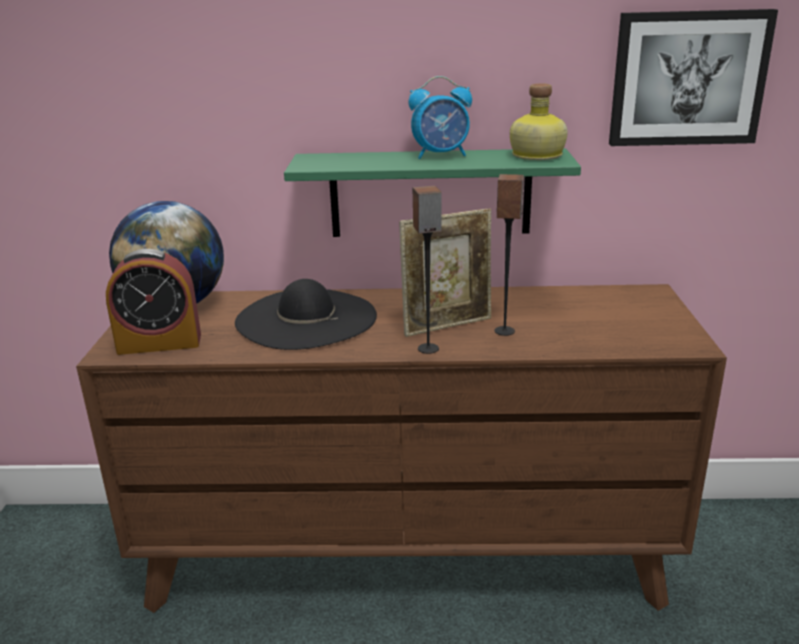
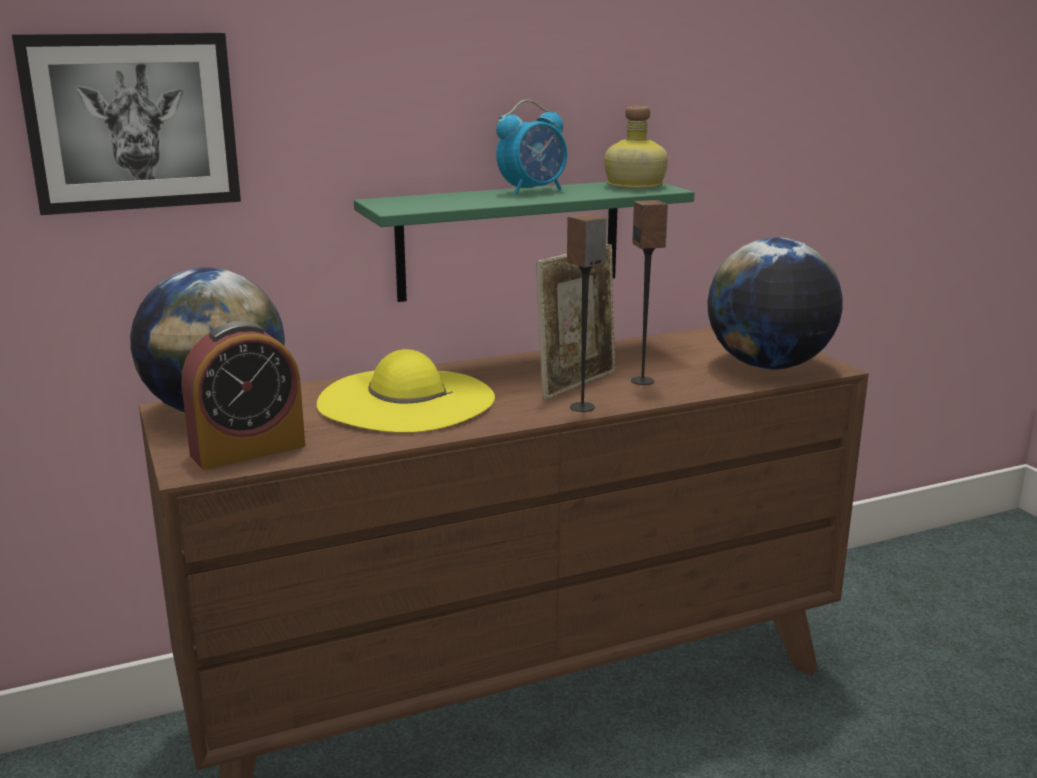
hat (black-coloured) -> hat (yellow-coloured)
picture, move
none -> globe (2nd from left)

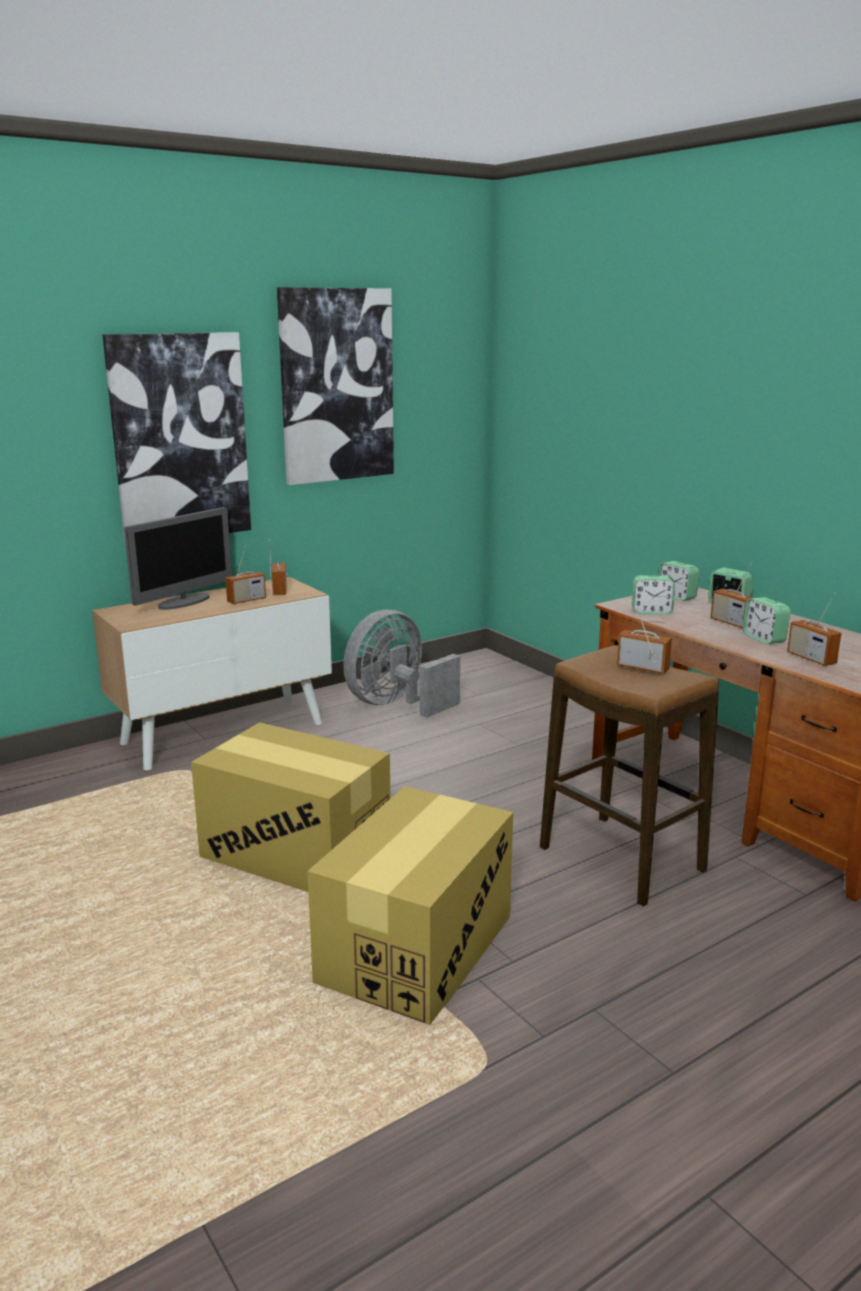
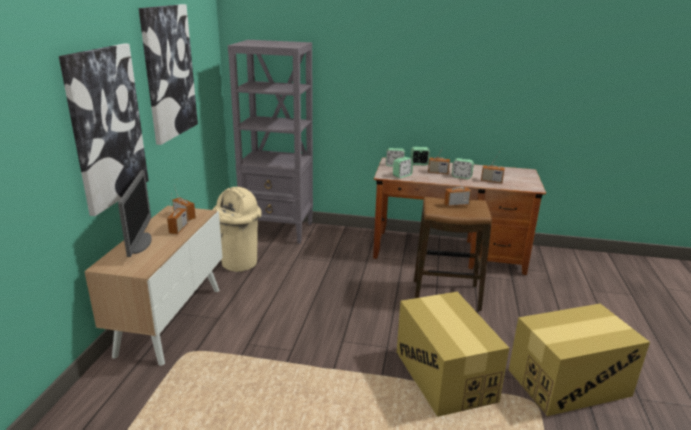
carton (1st from left in the first image) -> carton (2nd from left), move
fan (grey) -> rubbish bin (sand-coloured)
none -> shelving unit (grey)

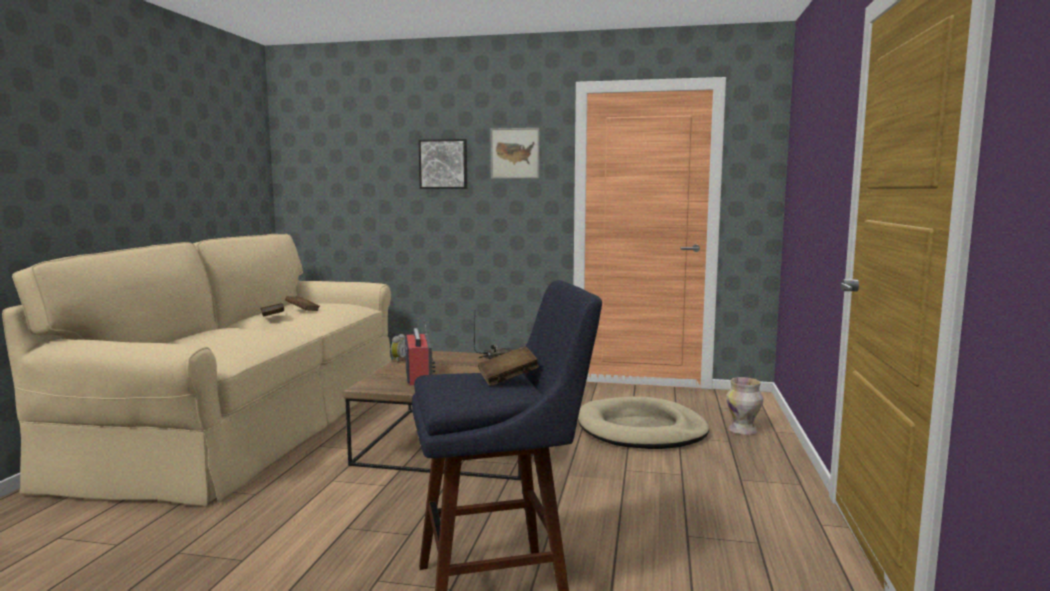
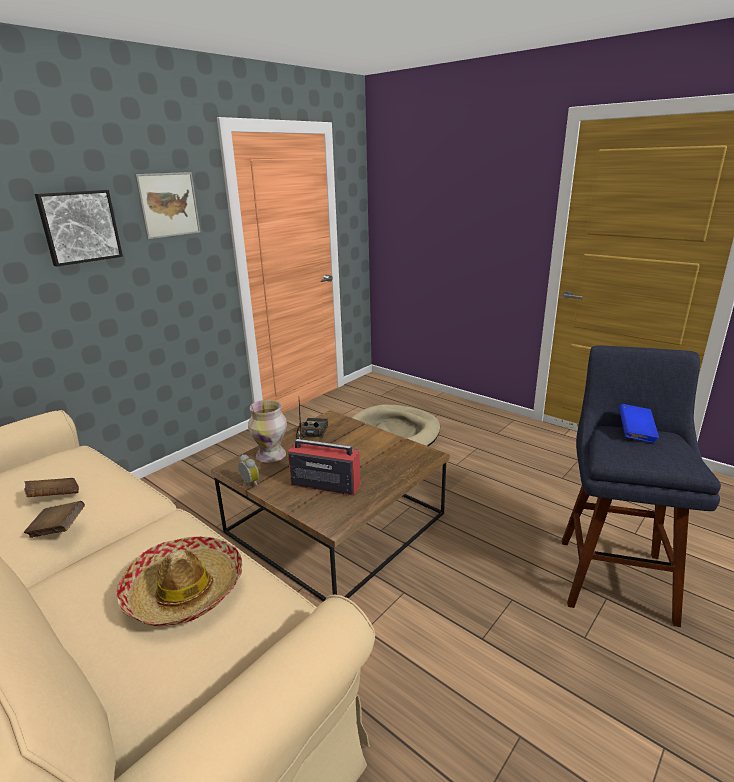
volume (brown) (3rd from left) -> volume (bluish)
flower vase, move
none -> hat

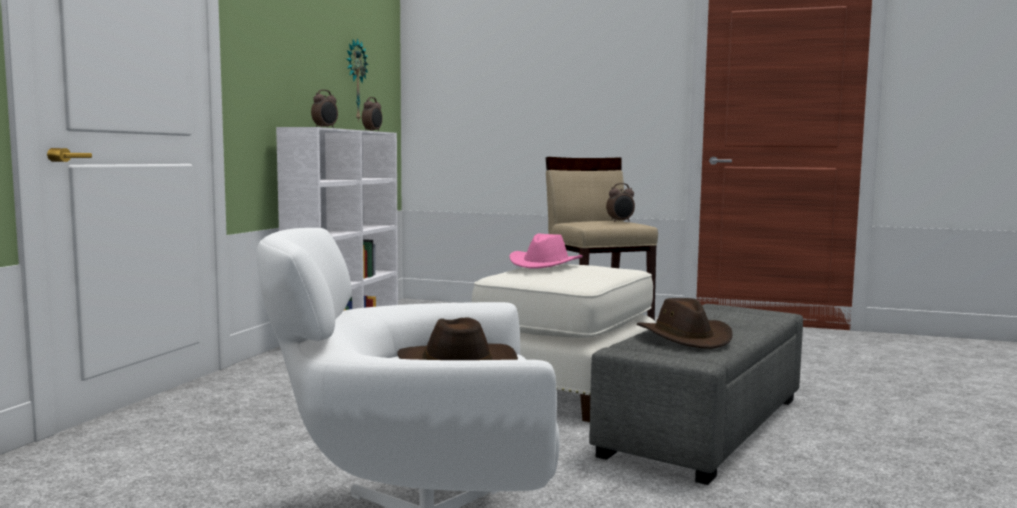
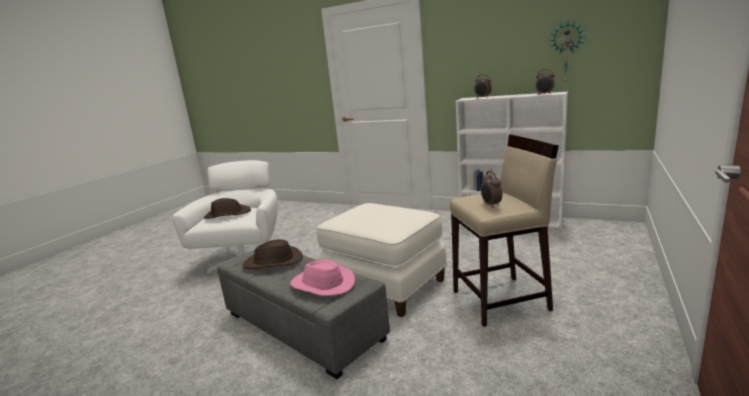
hat (pinkish), move

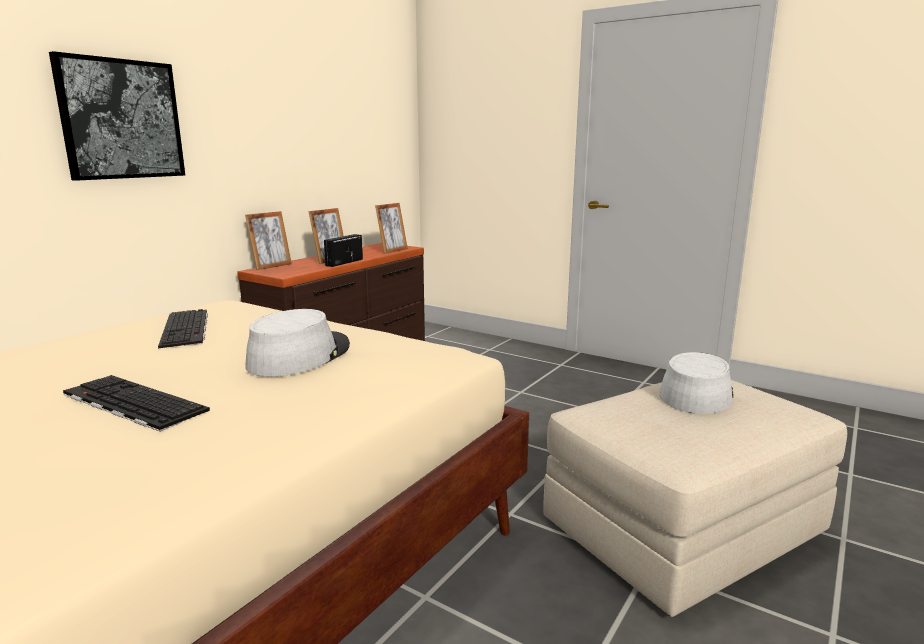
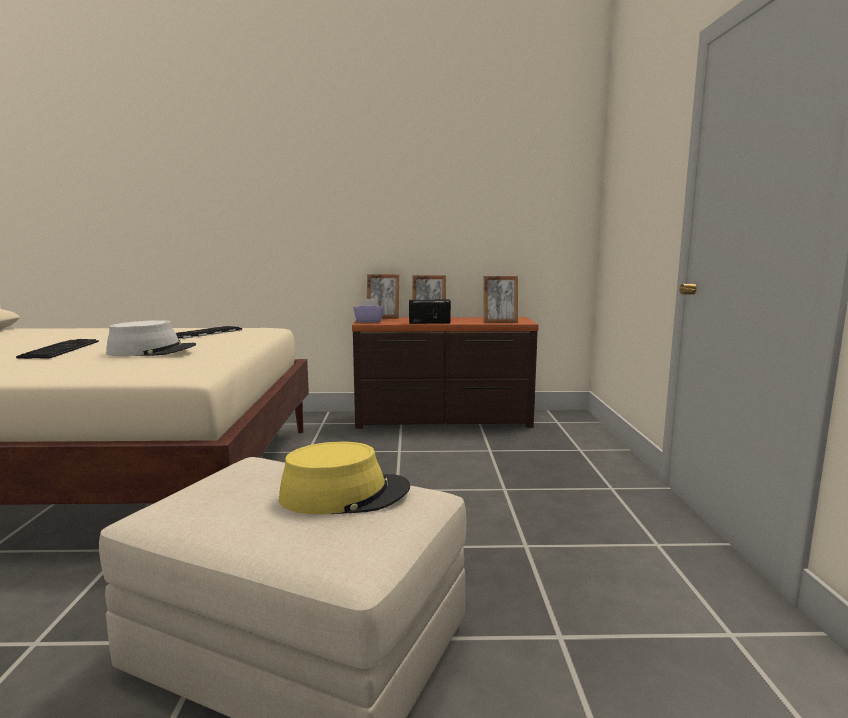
picture -> none
hat (grey) (2nd from left) -> hat (yellow-coloured)
none -> tissue box (purplish)

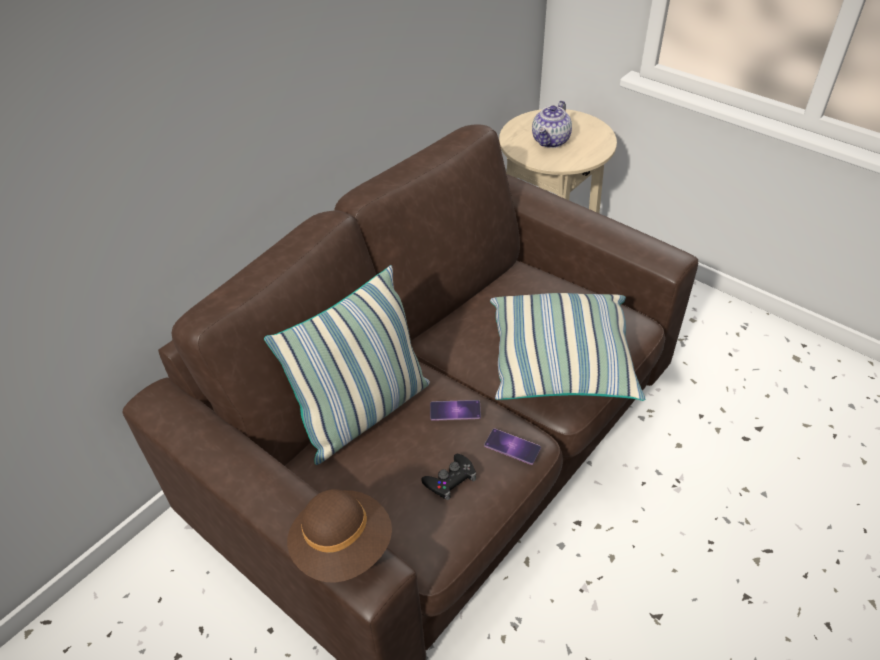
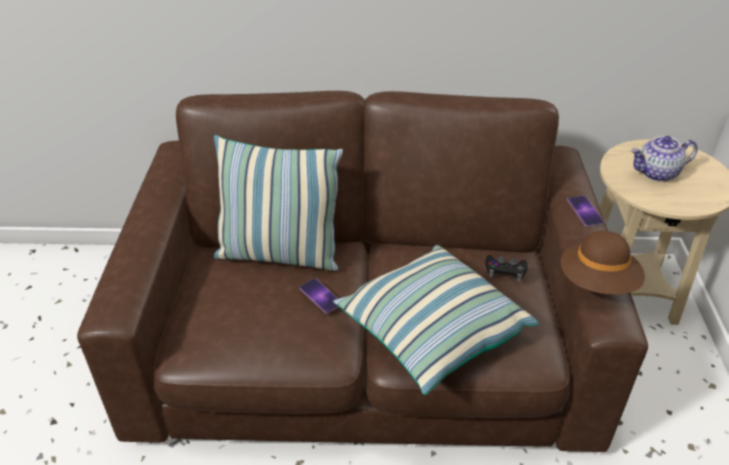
hat (brown), move
joypad (black-coloured), move
telephone (2nd from left), move

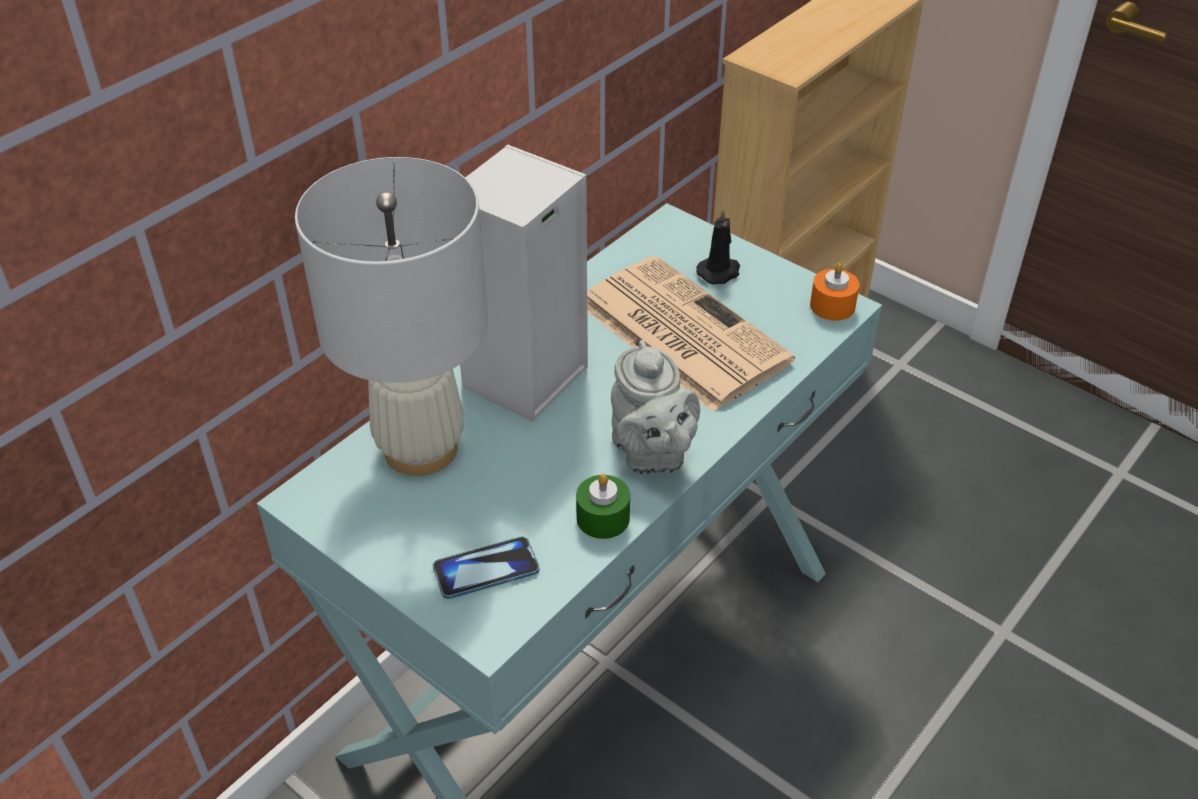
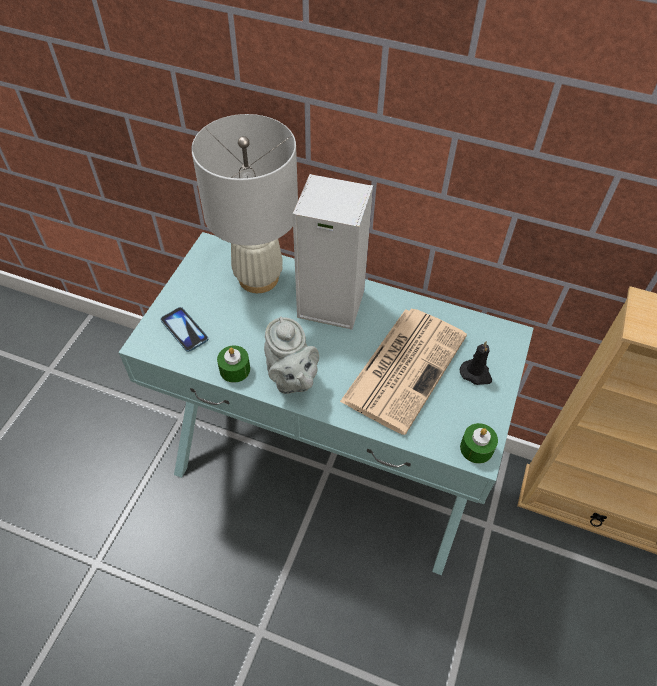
tea pot (grey), 75 degrees counterclockwise
wax light (orange-coloured) -> wax light (green) (2nd from left)

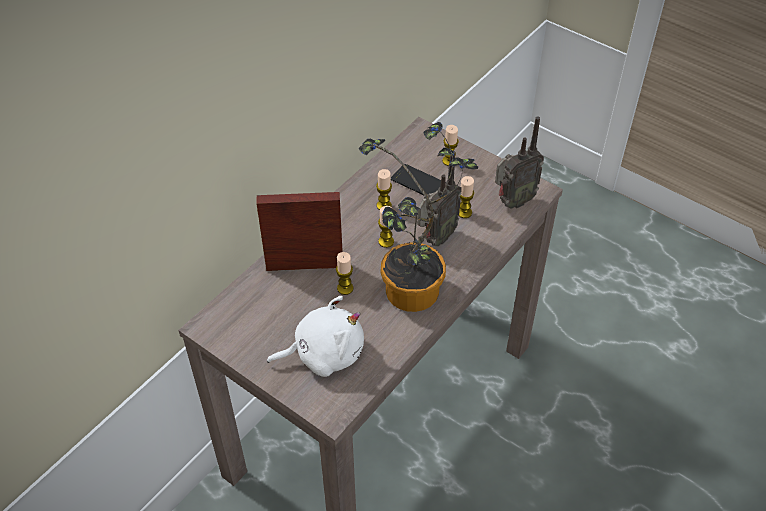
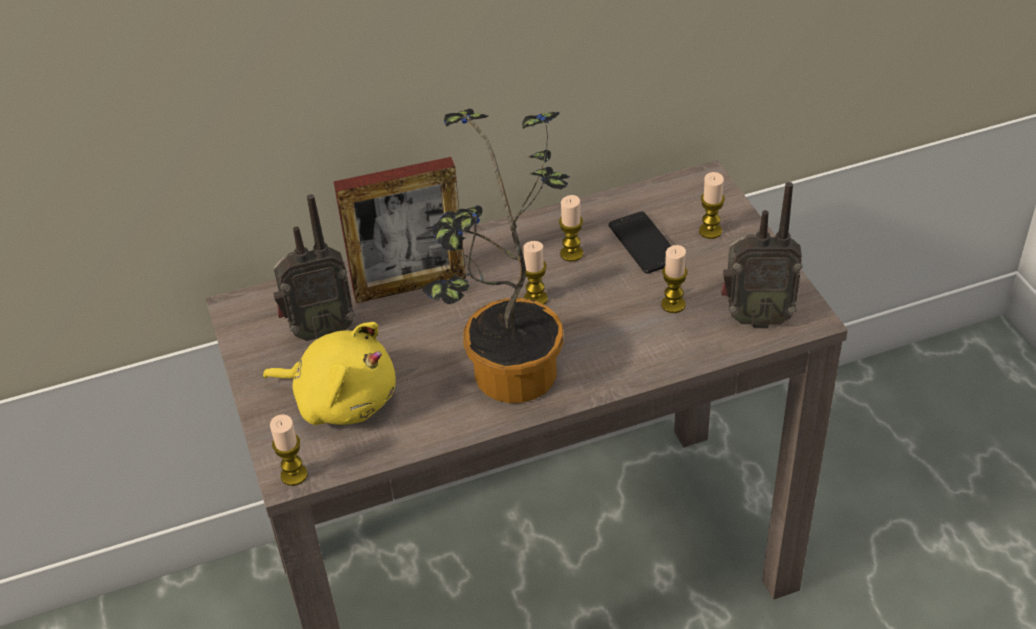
standing frame, 135 degrees clockwise
cuddly toy (whitish) -> cuddly toy (yellow-coloured)
wax light (1st from left), move
radio receiver (1st from left), move

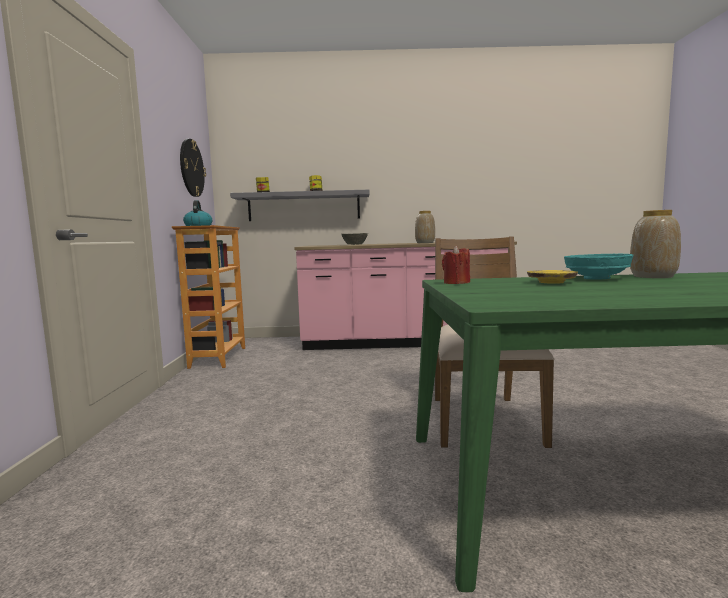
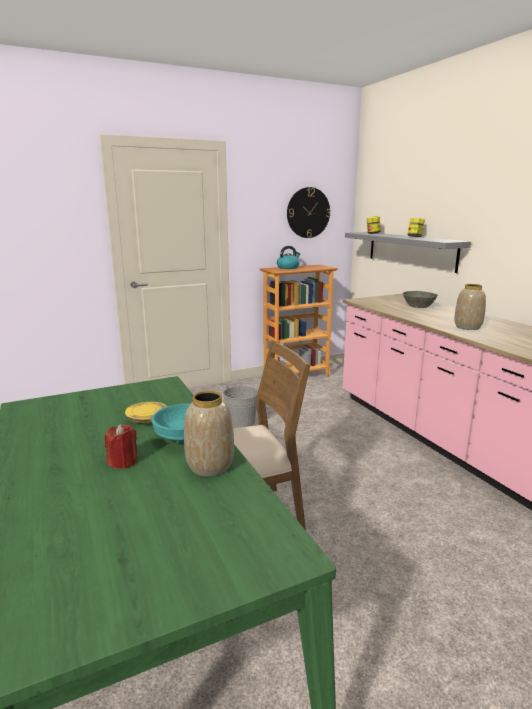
wax light (reddish), move
none -> pail (grey)

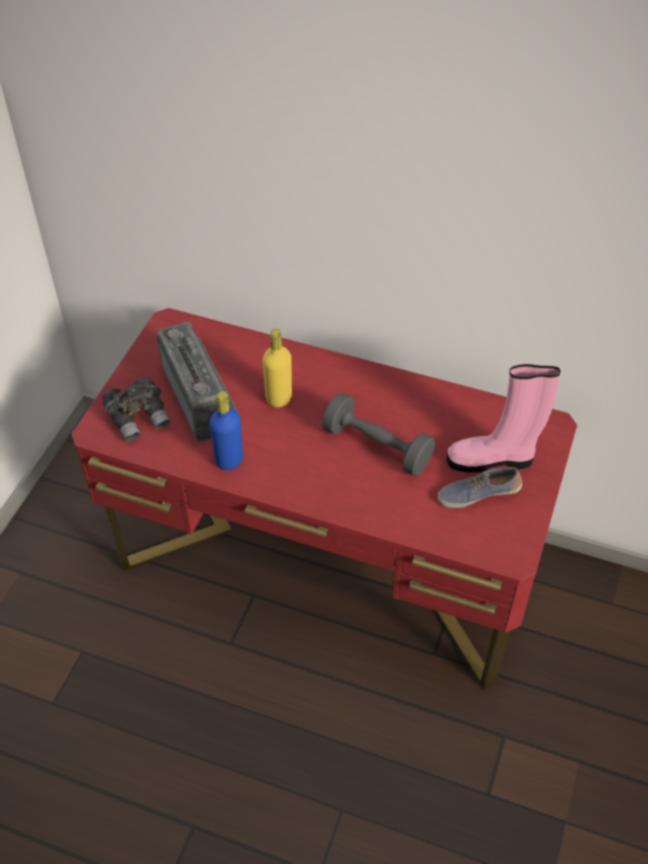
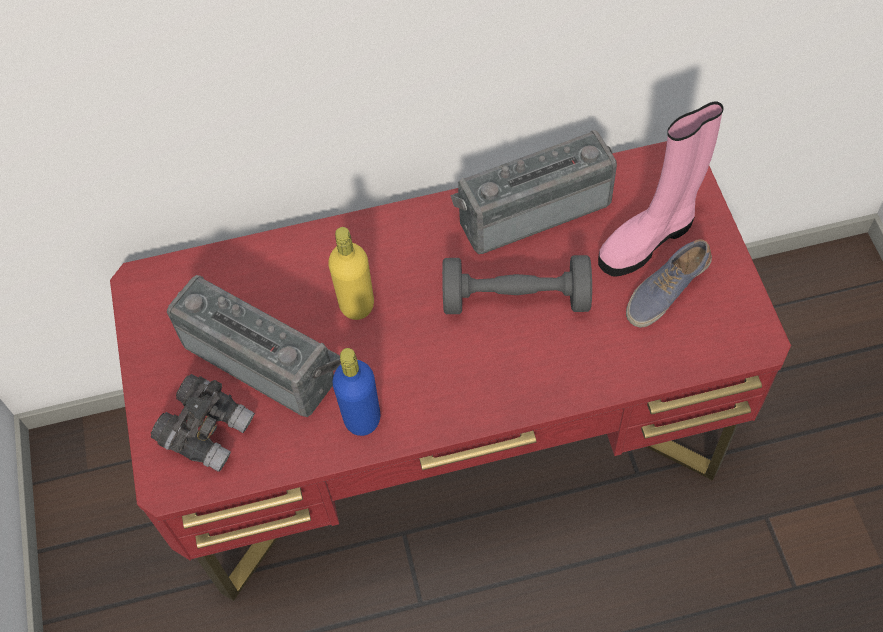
none -> radio receiver (2nd from left)

